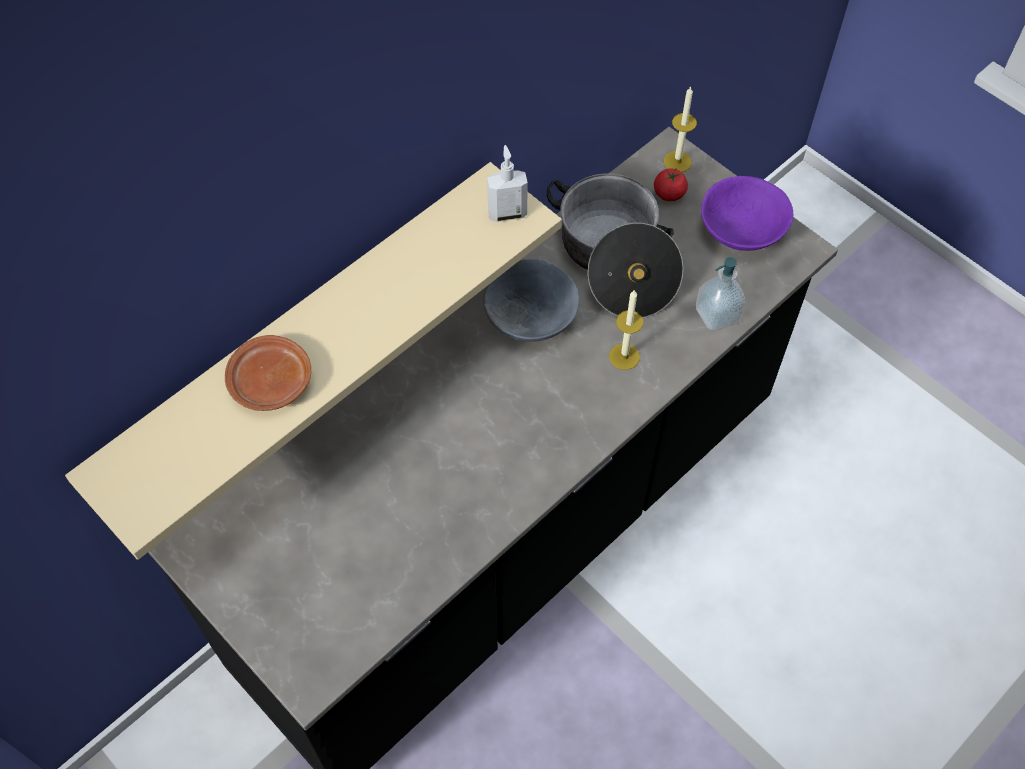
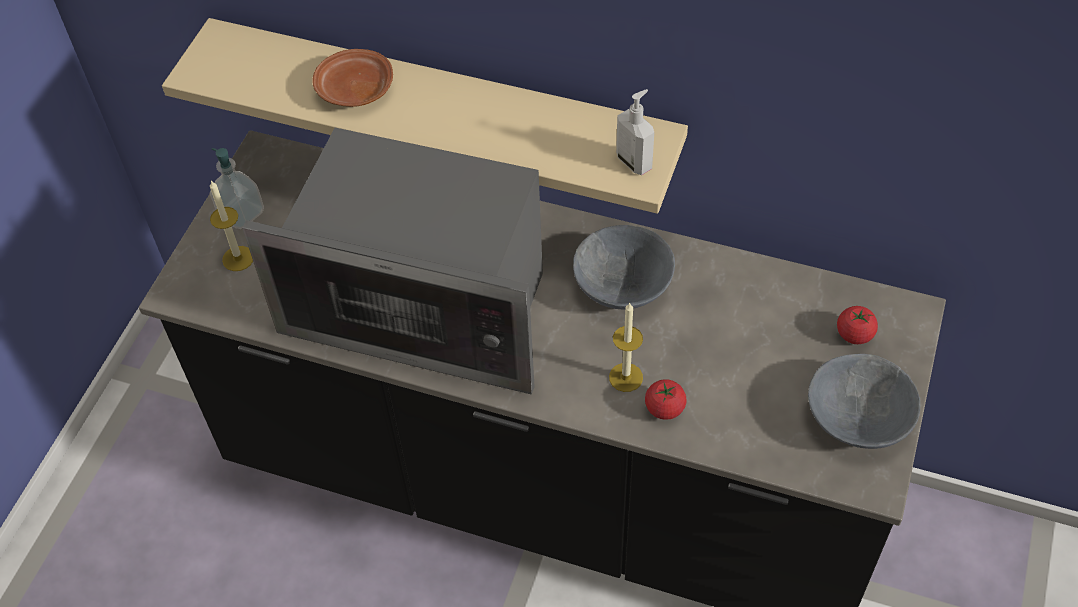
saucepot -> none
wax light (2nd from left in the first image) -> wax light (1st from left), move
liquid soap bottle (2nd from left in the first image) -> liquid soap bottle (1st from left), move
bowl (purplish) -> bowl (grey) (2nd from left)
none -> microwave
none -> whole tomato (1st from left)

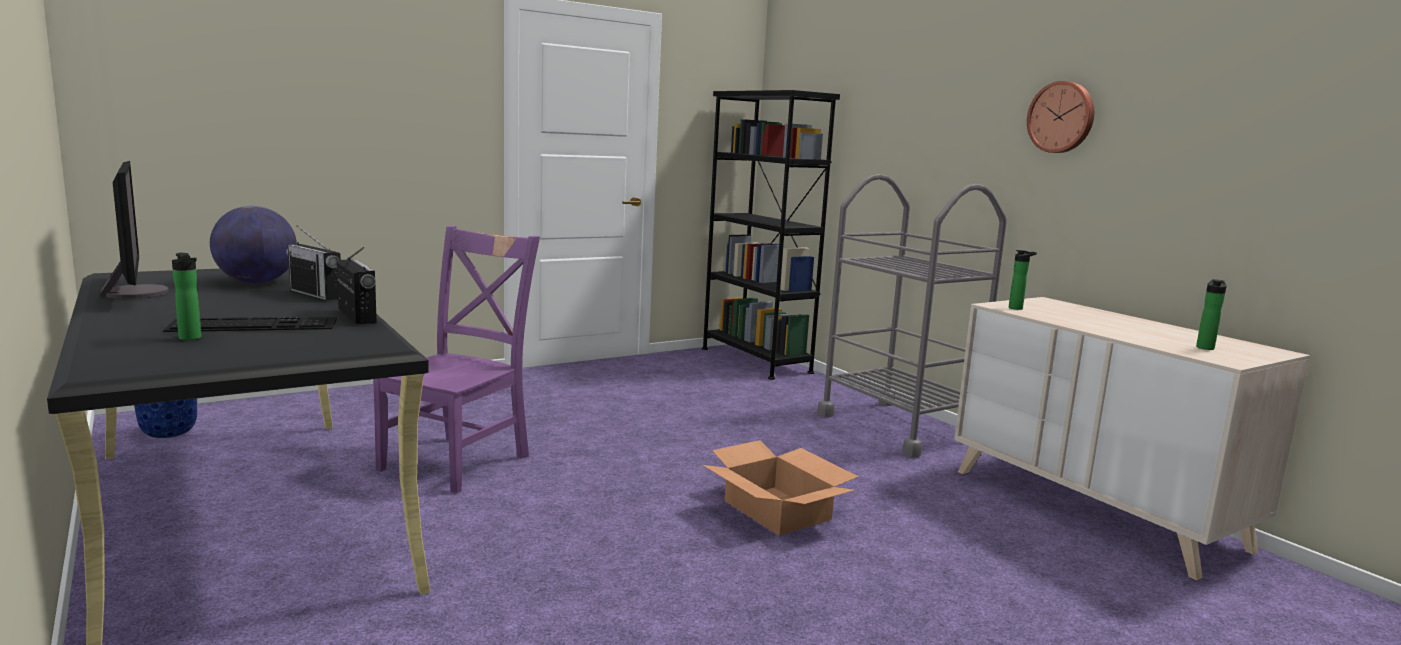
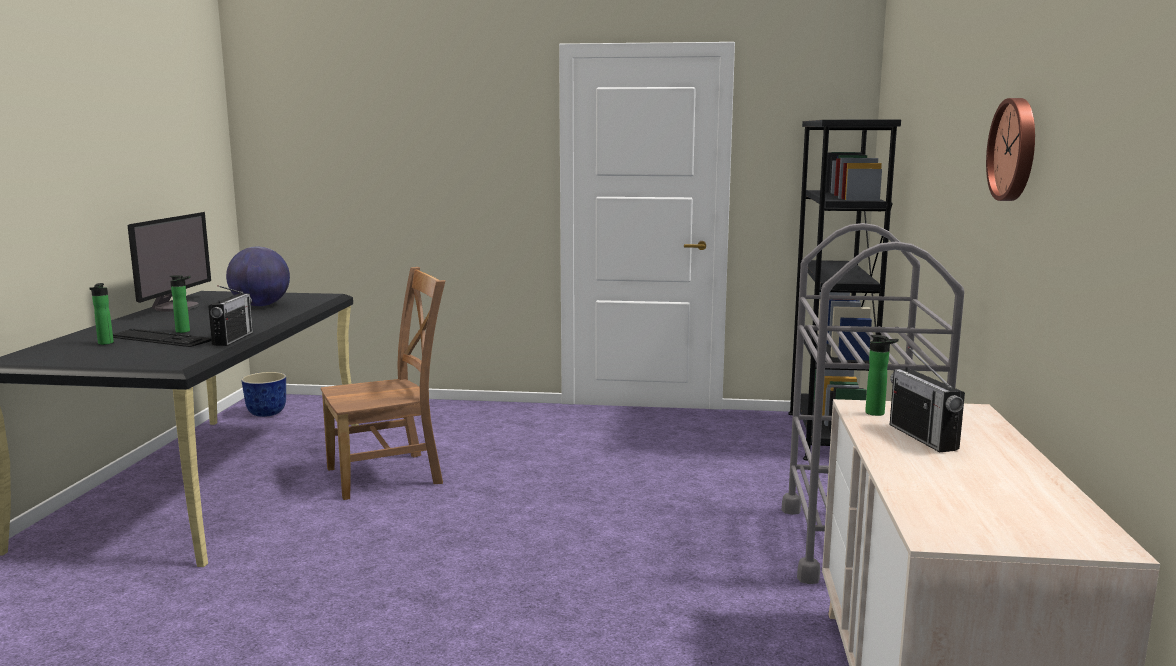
radio receiver (1st from left in the first image) -> radio receiver (2nd from left), move
plain chair (purplish) -> plain chair (brown)
carton -> none
beverage bottle (3rd from left in the first image) -> beverage bottle (2nd from left), move

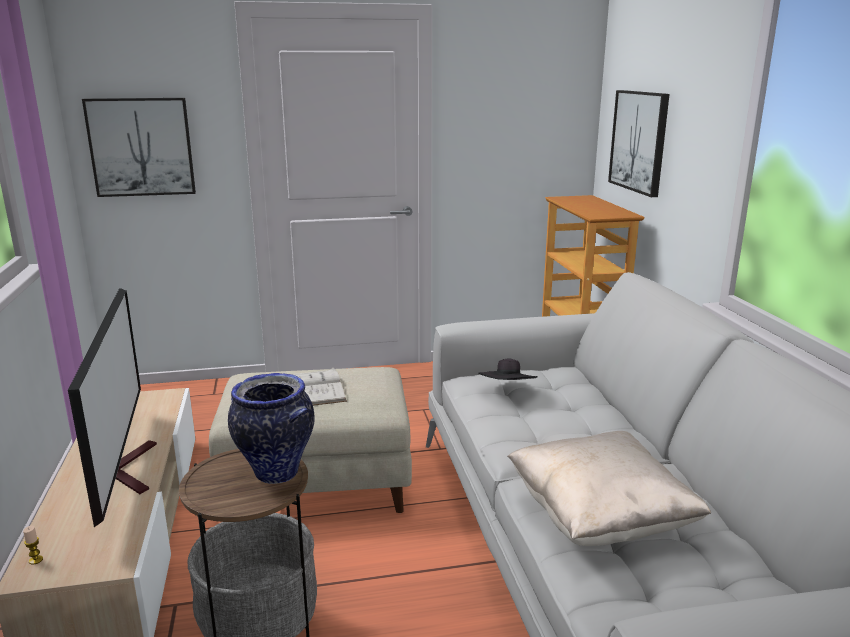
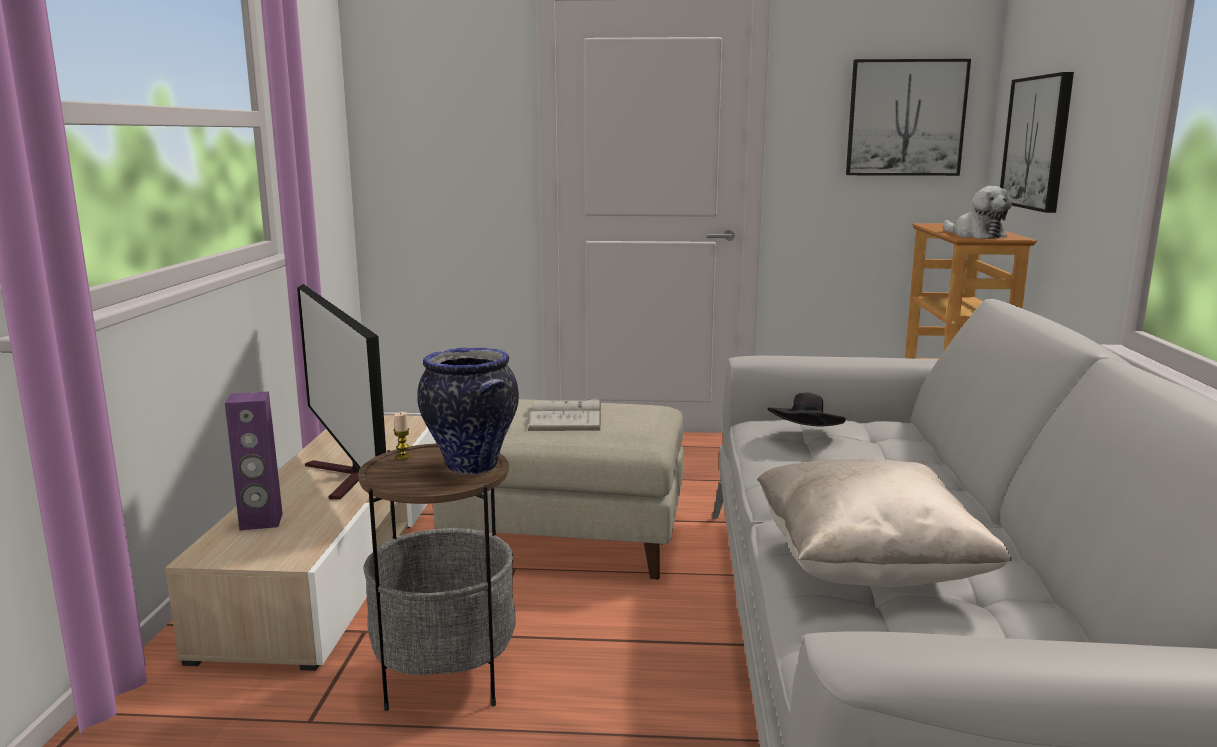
wax light, move
TV, 150 degrees clockwise
picture (1st from left), move
none -> loudspeaker (purplish)
none -> cuddly toy

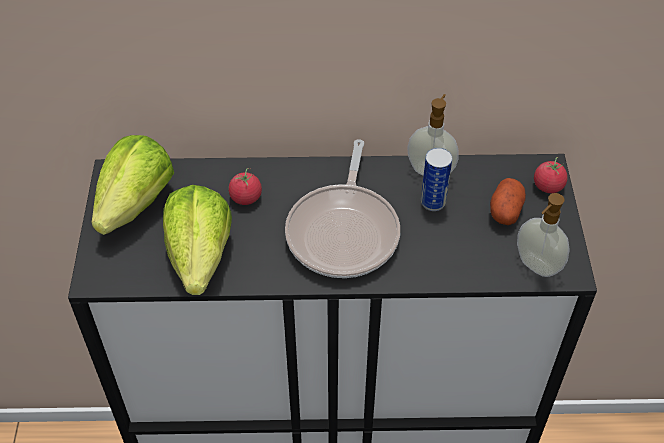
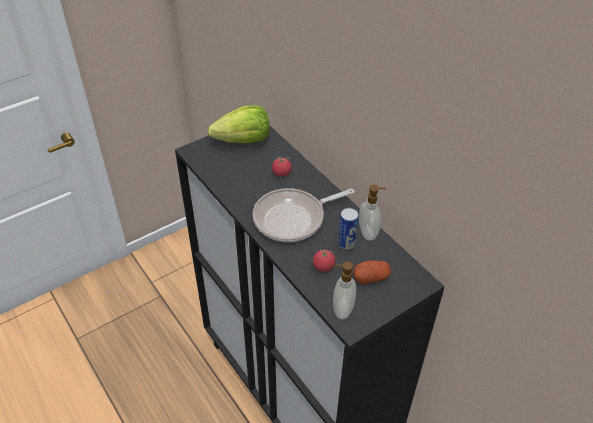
lettuce (2nd from left) -> none
whole tomato (2nd from left), move

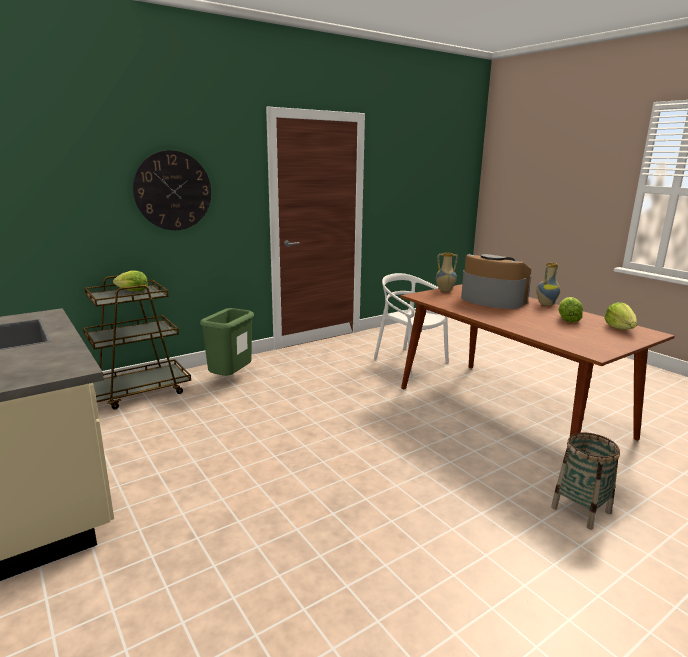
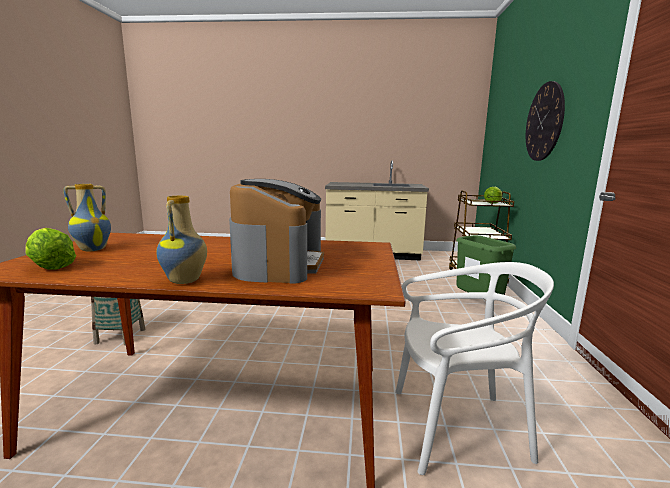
flower vase (1st from left), move
coffee brewer, 75 degrees counterclockwise
lettuce (2nd from left) -> none

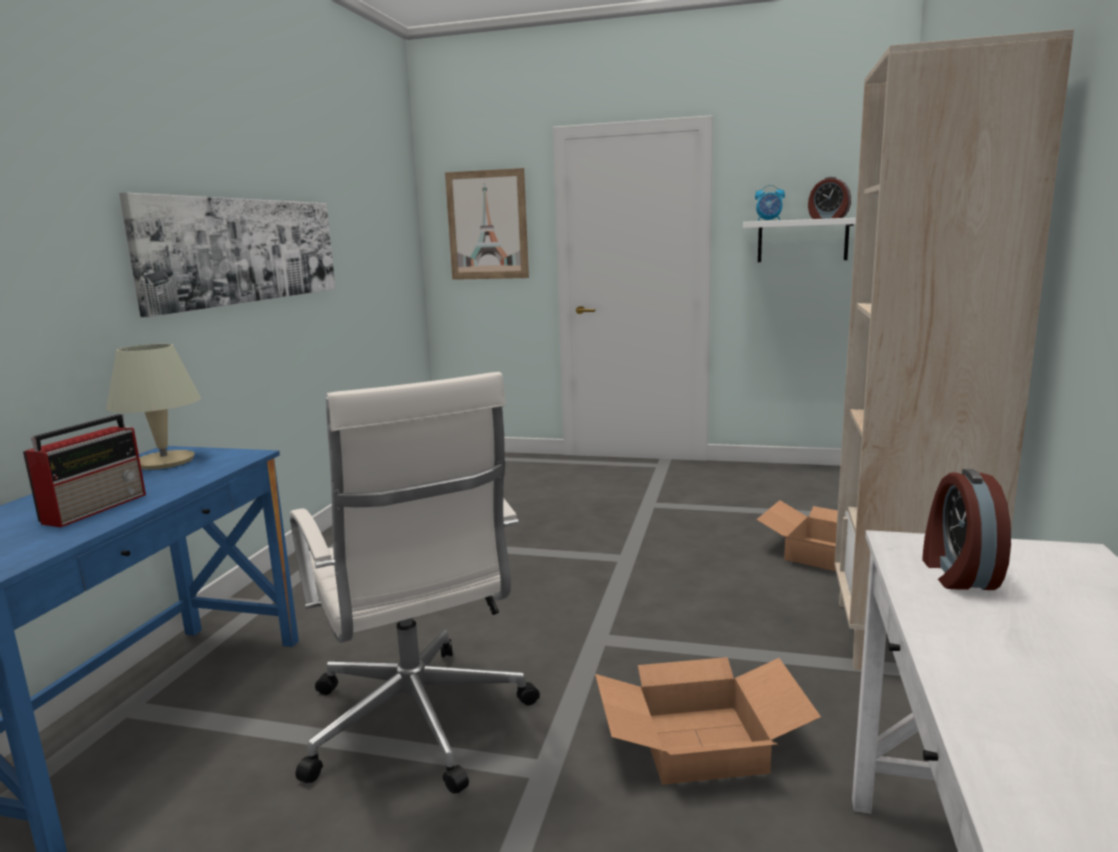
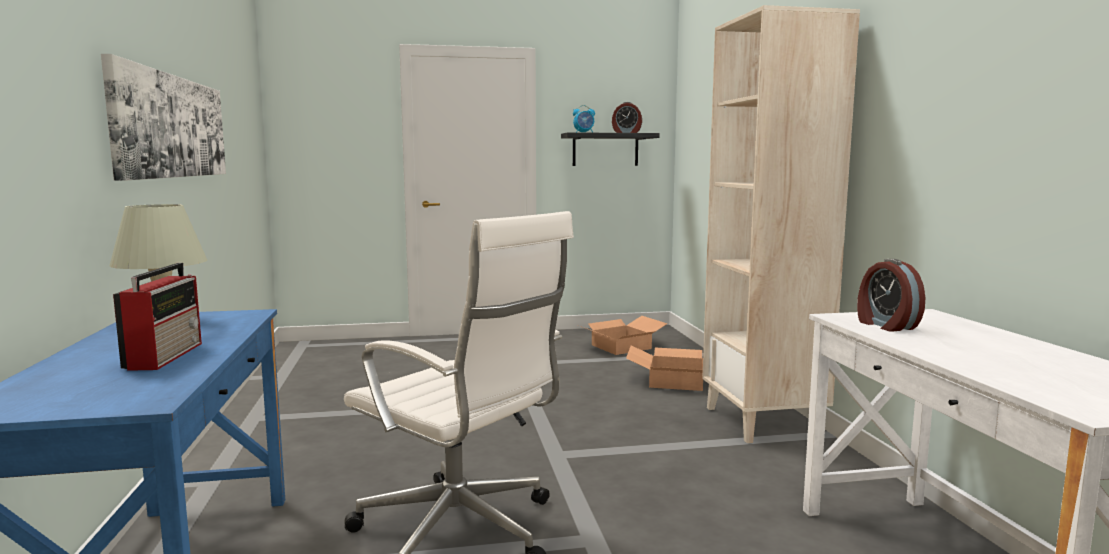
picture (2nd from left) -> none
carton (1st from left), move
bracket shelf (whitish) -> bracket shelf (black-coloured)

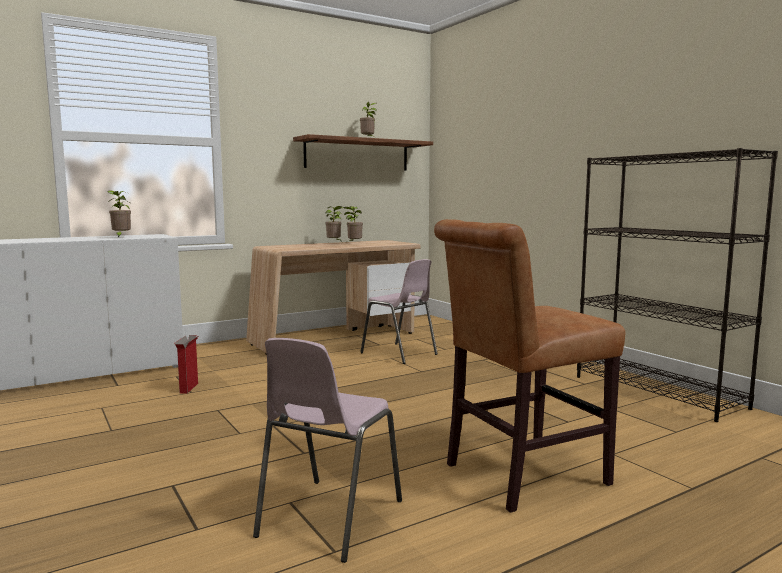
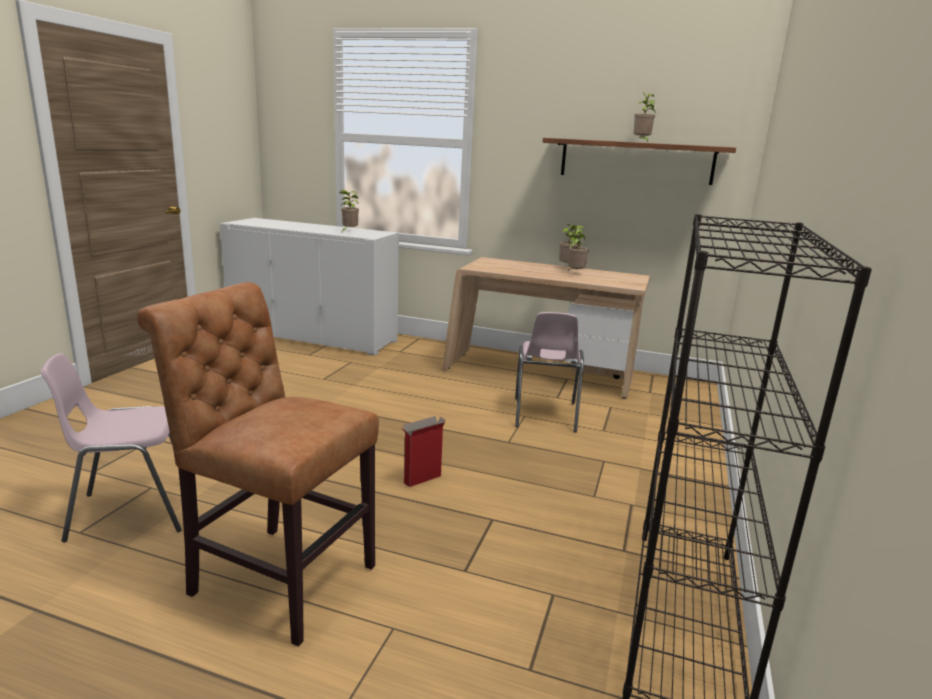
carton, move

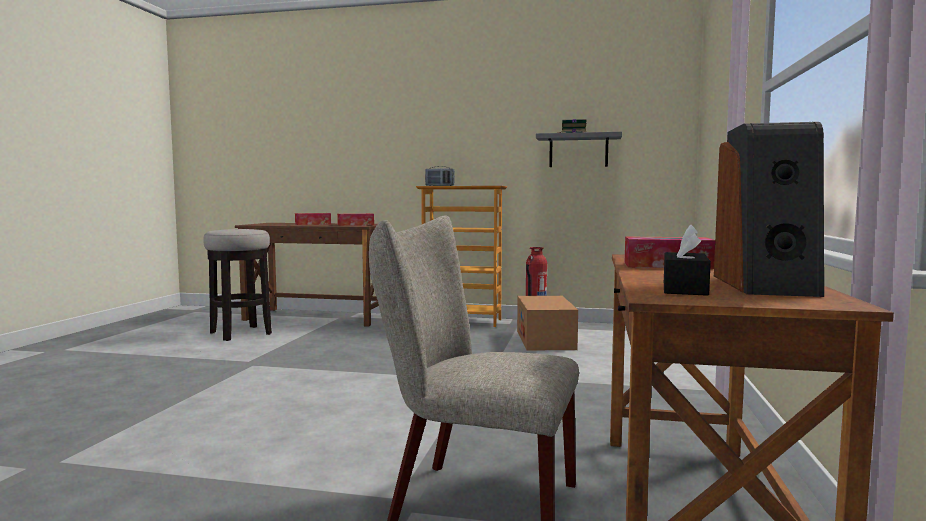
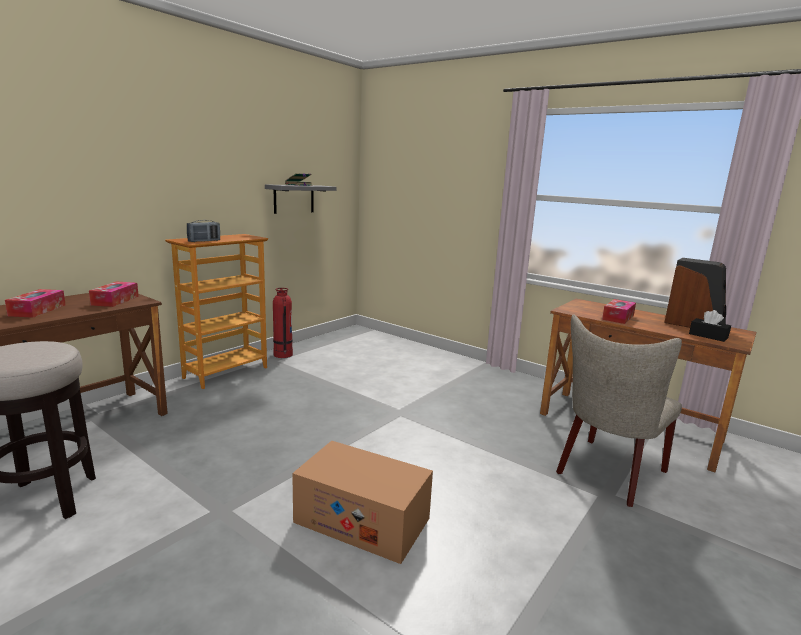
carton, move

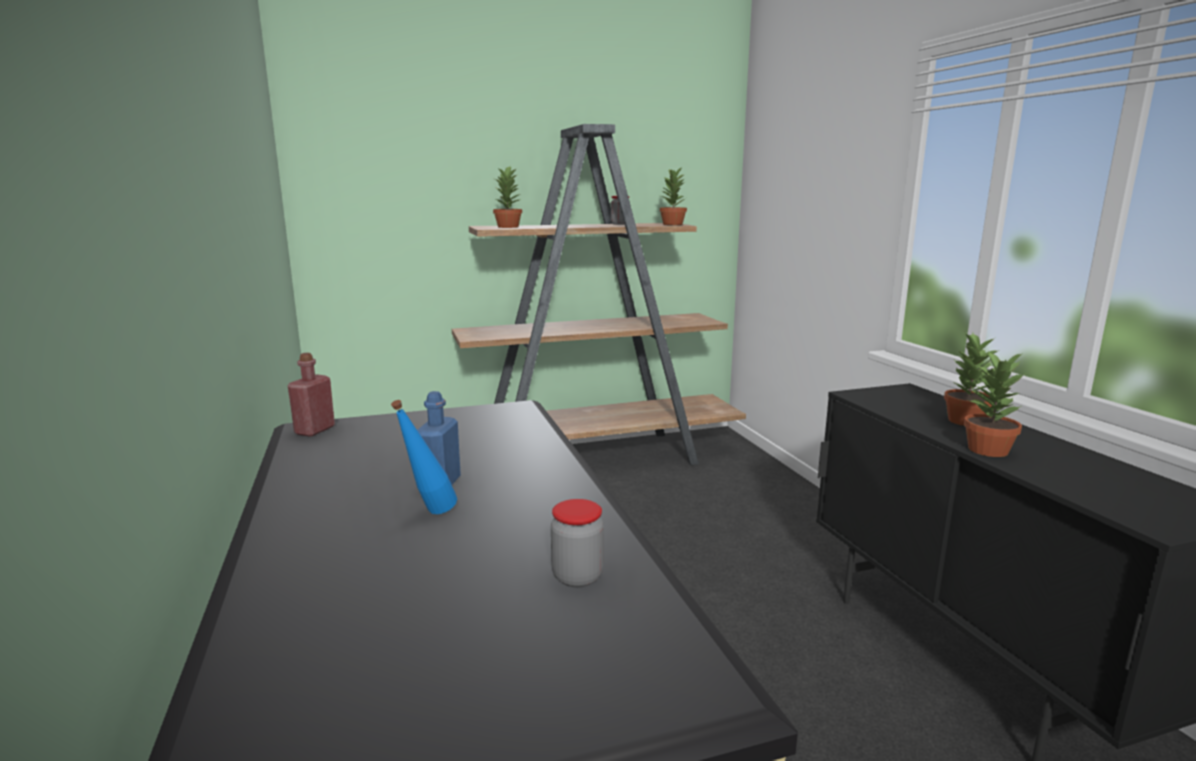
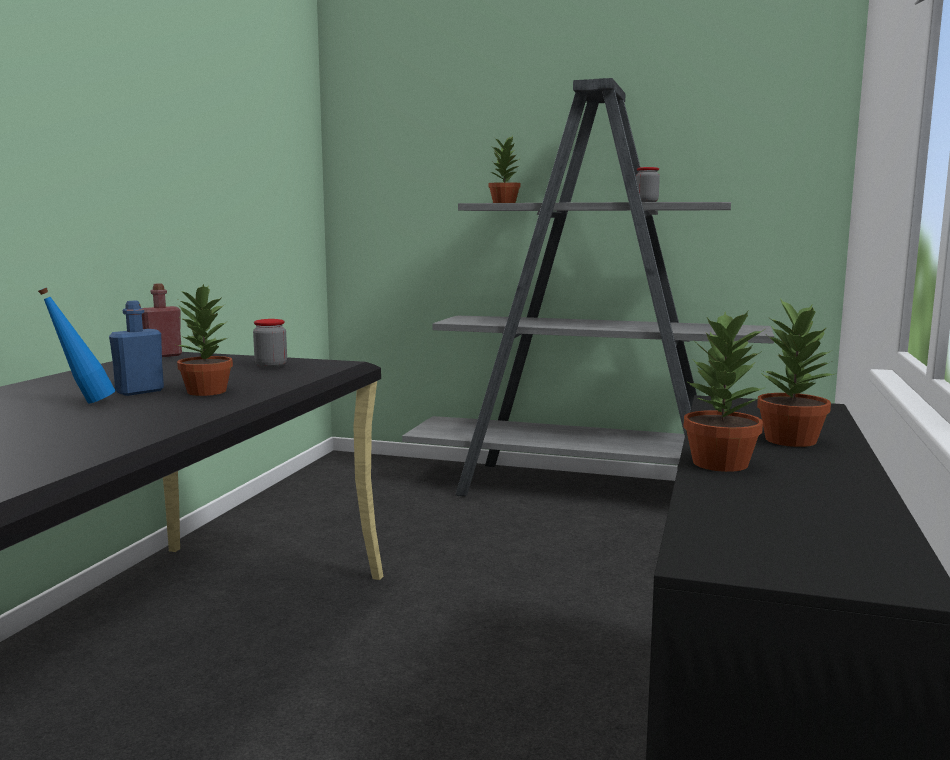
shelving unit (brown) -> shelving unit (grey)
preserve jar (1st from left), move
houseplant (2nd from left in the first image) -> houseplant (1st from left), move

